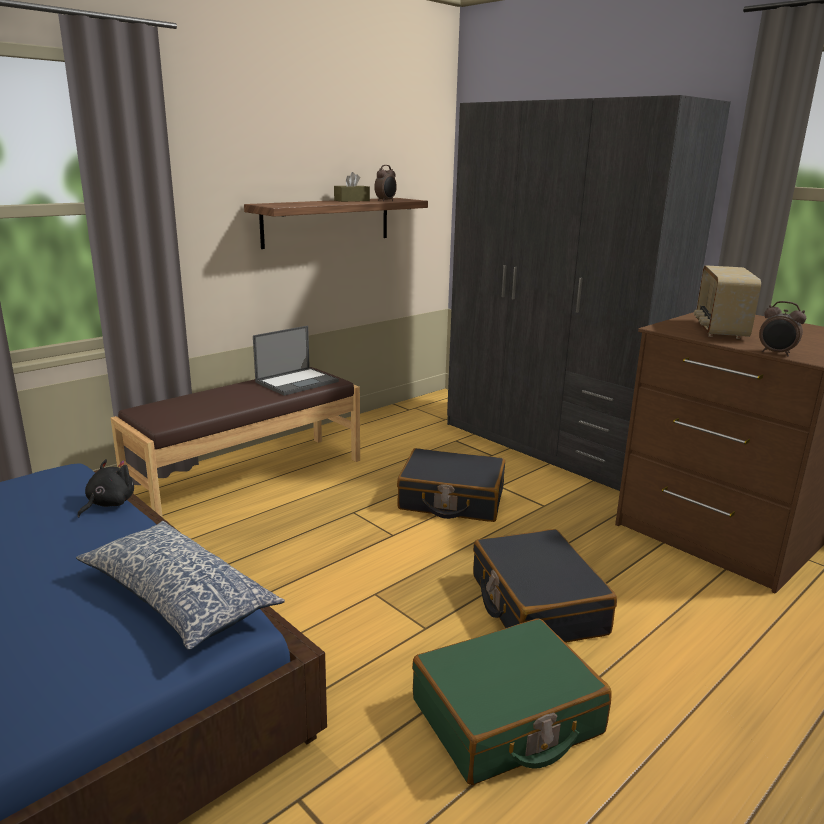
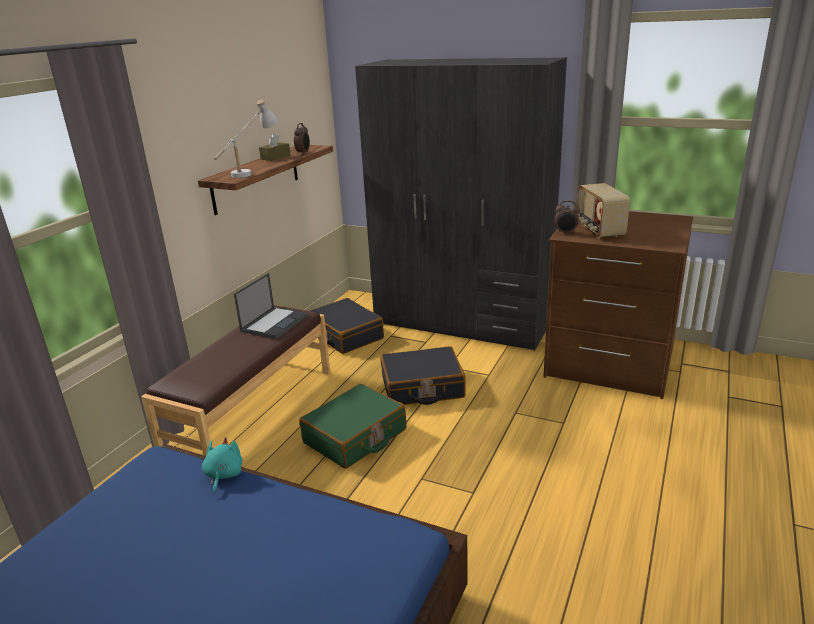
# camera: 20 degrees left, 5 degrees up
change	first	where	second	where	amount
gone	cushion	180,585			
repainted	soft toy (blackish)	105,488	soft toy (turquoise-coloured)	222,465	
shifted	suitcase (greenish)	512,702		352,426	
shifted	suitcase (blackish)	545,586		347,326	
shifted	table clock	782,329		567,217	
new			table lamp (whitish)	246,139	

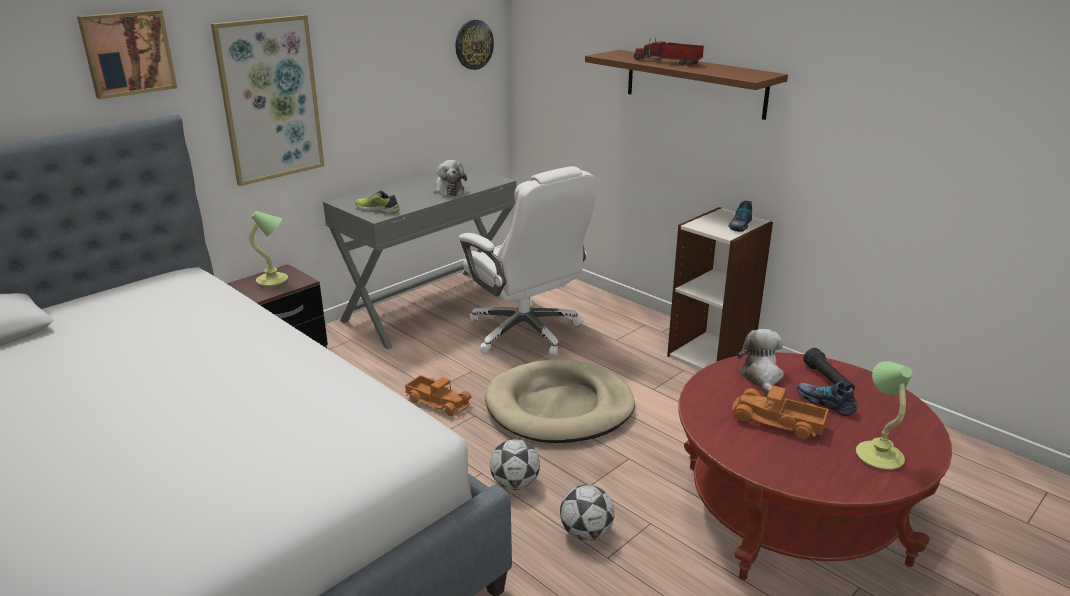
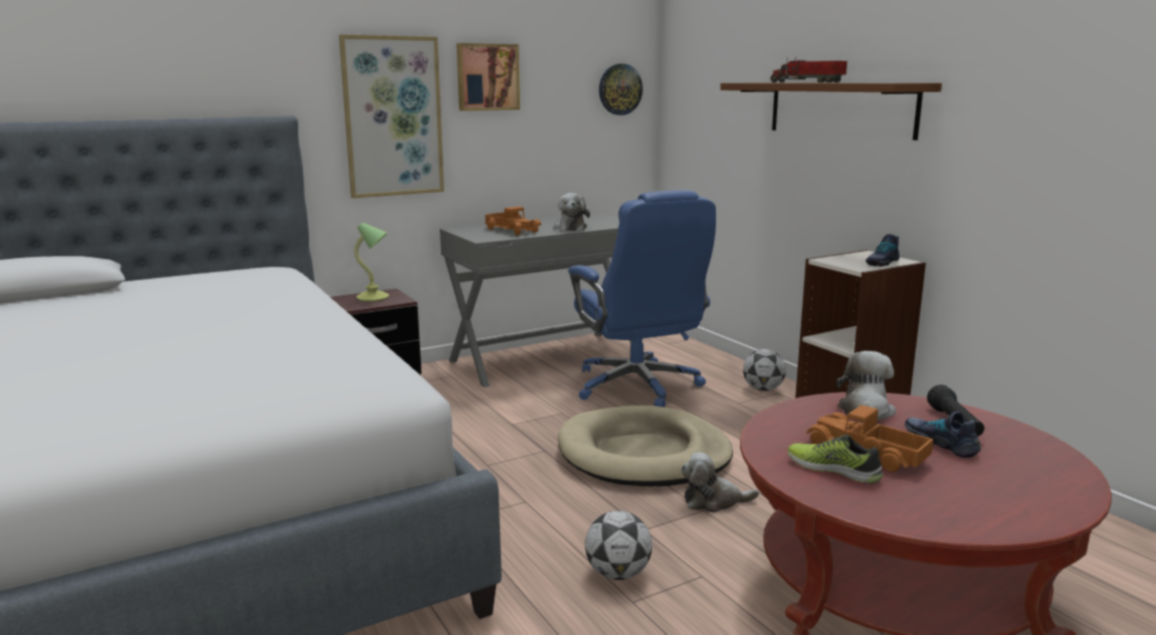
# camera: 15 degrees right, 10 degrees down
change	first	where	second	where	amount
shifted	picture	127,54		488,77	
shifted	shoe	377,202		835,459	
shifted	toy truck	438,395		512,220	
repainted	office chair (whitish)	527,261	office chair (blue-coloured)	642,298	
shifted	football ball	515,464		764,370	
gone	table lamp	884,415			
new			soft toy	720,482	

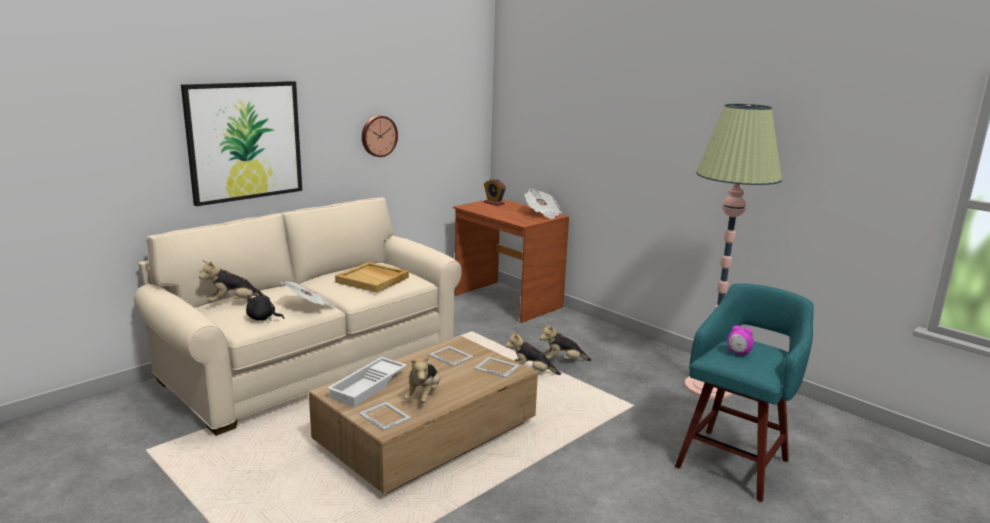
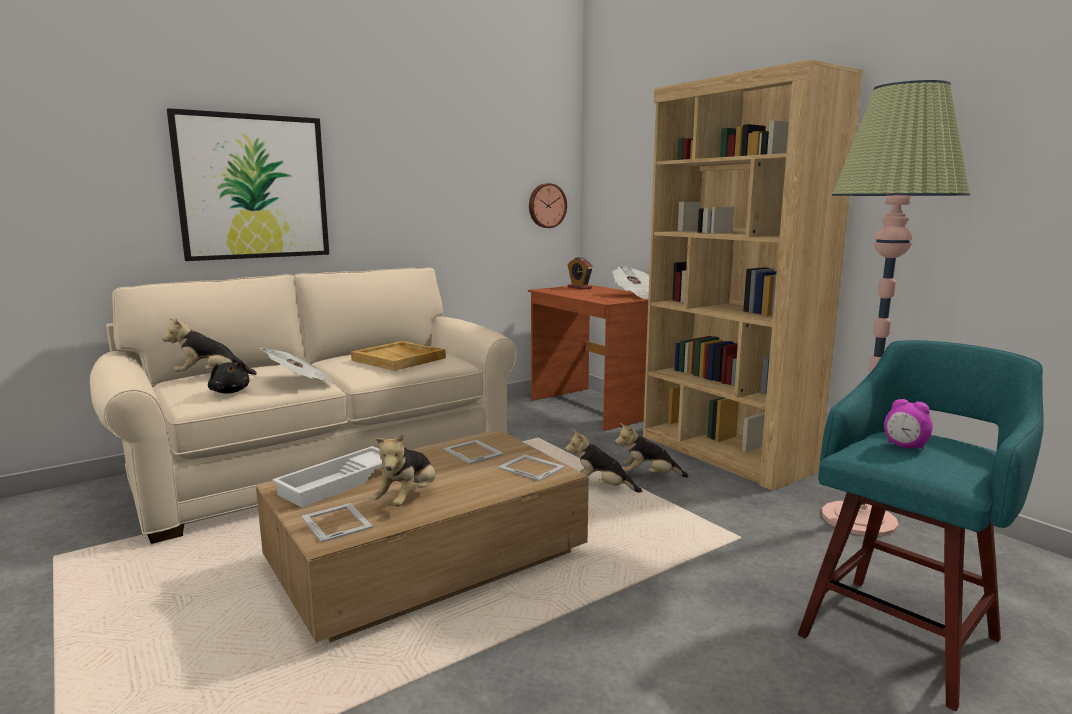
# camera: 10 degrees right, 5 degrees down
change	first	where	second	where	amount
rotated	soft toy (blackish)	265,306		228,377	150 degrees counterclockwise
shifted	clock on the wall	380,136		548,205	
new			bookshelf (brownish)	753,275	

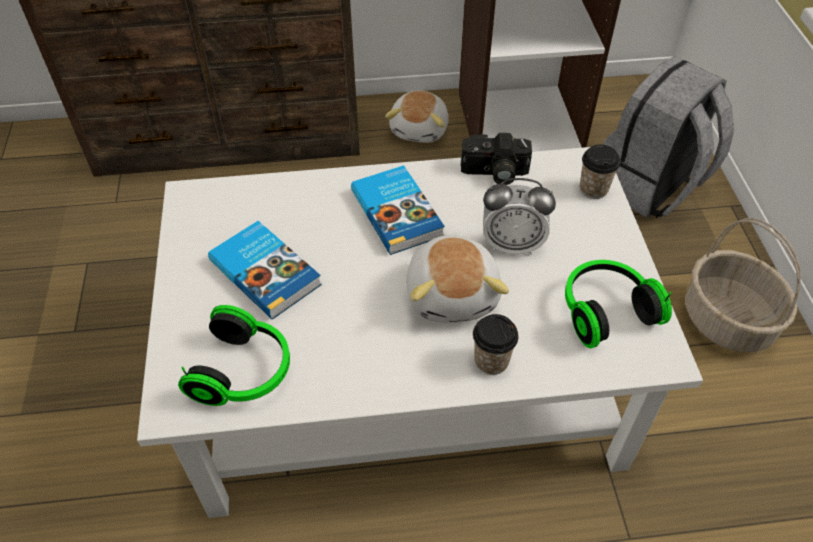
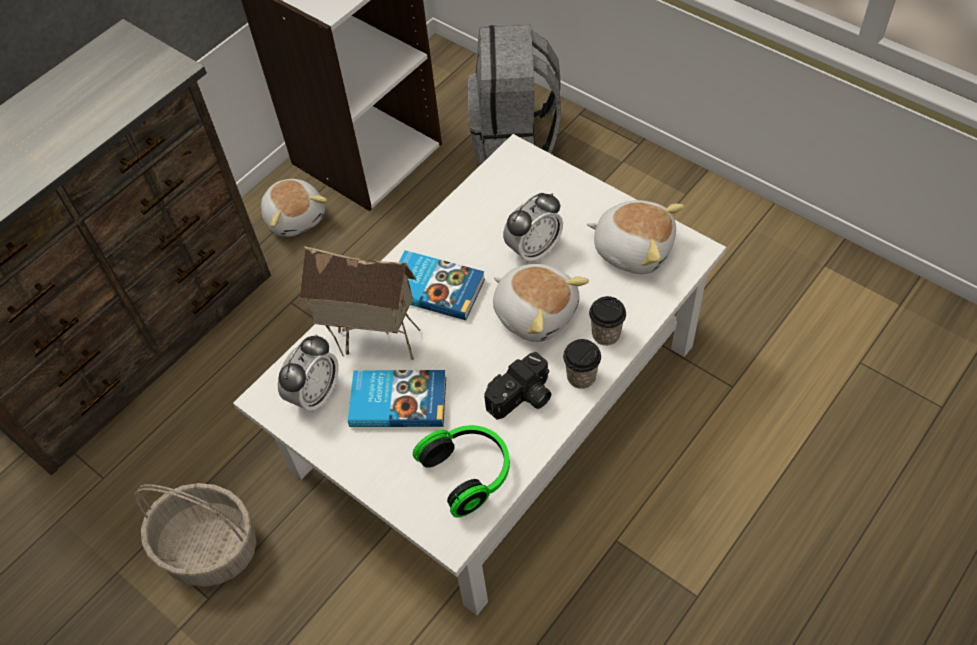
# camera: 40 degrees left, 5 degrees up
change	first	where	second	where	amount
shifted	still camera	496,159		517,386	
swapped	headset	618,304	soft toy	635,237	
shifted	cup	600,171		582,364	
shifted	basket	743,285		196,535	
new			table clock	308,373	
new			model house	360,303	

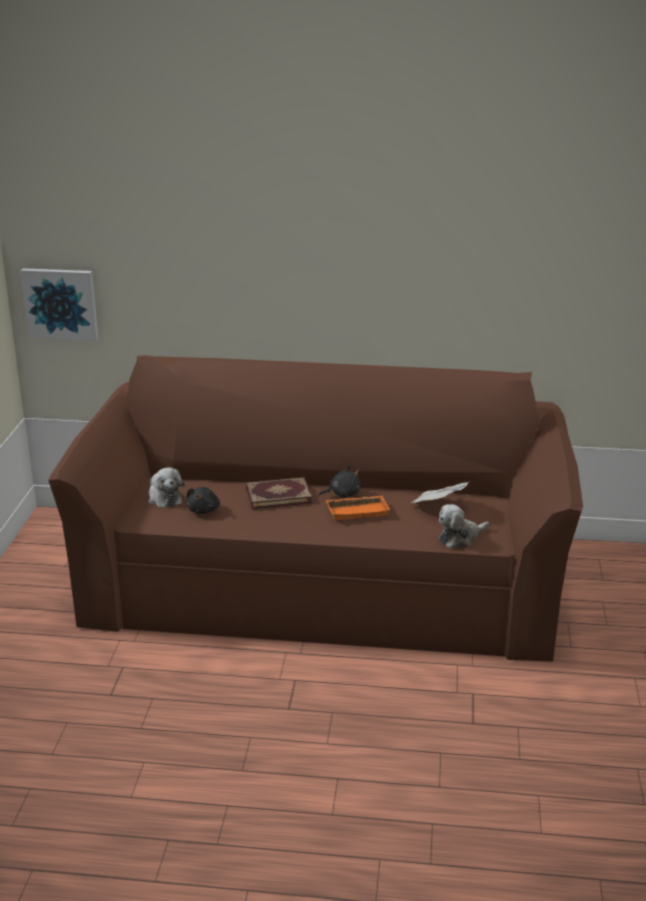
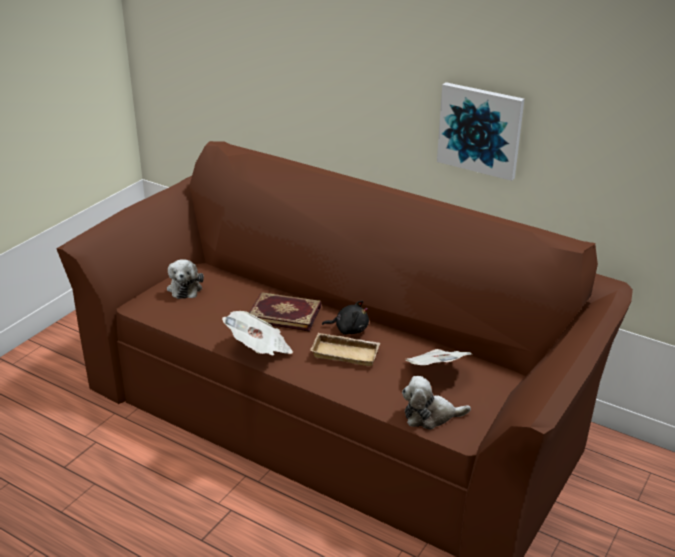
# camera: 25 degrees right, 5 degrees up
change	first	where	second	where	amount
shifted	picture	59,304		480,131	
gone	soft toy (blackish)	203,500			
repainted	serving tray (orange)	358,508	serving tray (beige)	345,349	
new			newspaper	257,333	

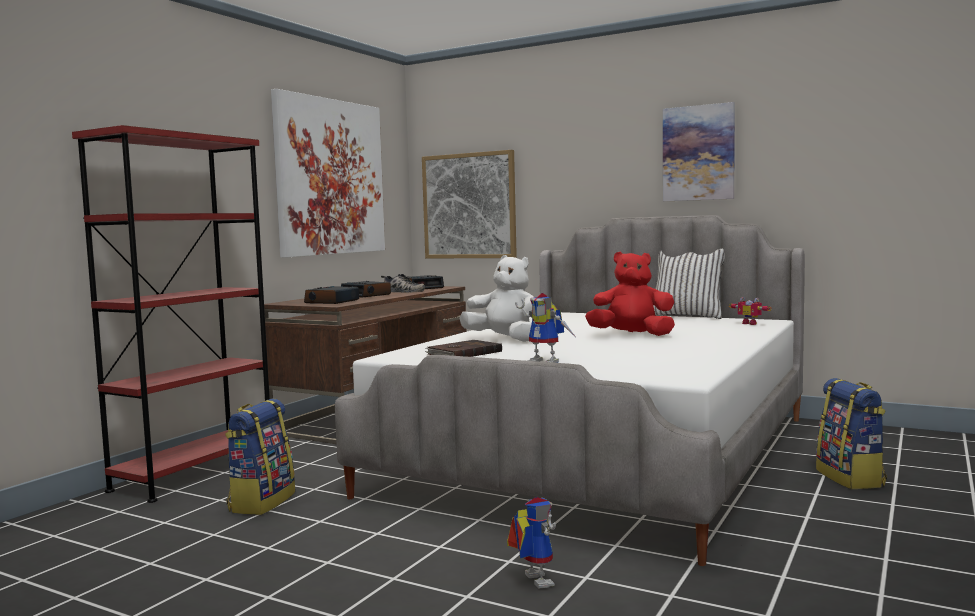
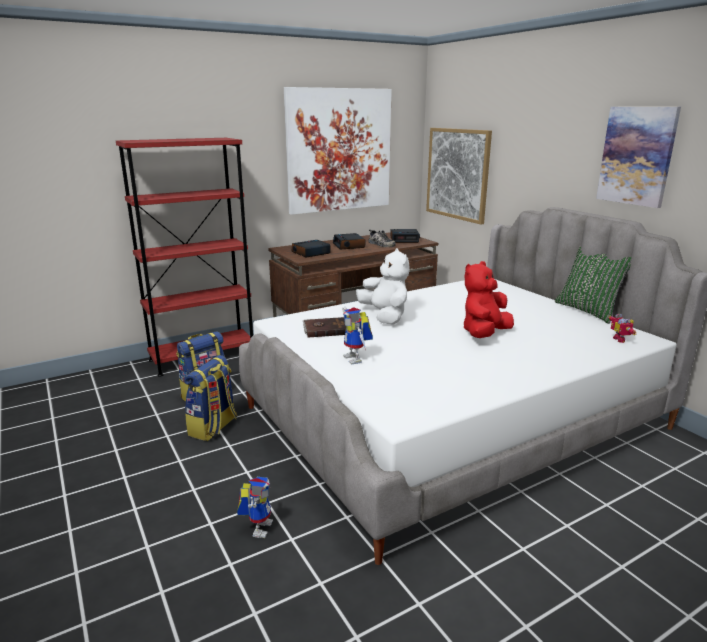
# camera: 30 degrees right, 15 degrees up
change	first	where	second	where	amount
rotated	soft toy (red-coloured)	630,294		488,299	90 degrees counterclockwise
repainted	cushion (whitish)	689,283	cushion (greenish)	593,285	
shifted	rucksack	851,433		210,398	

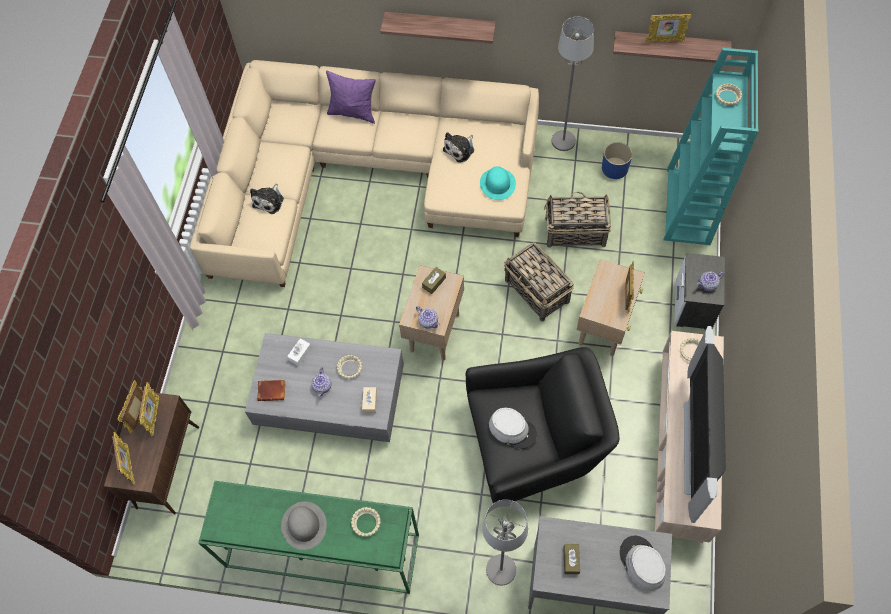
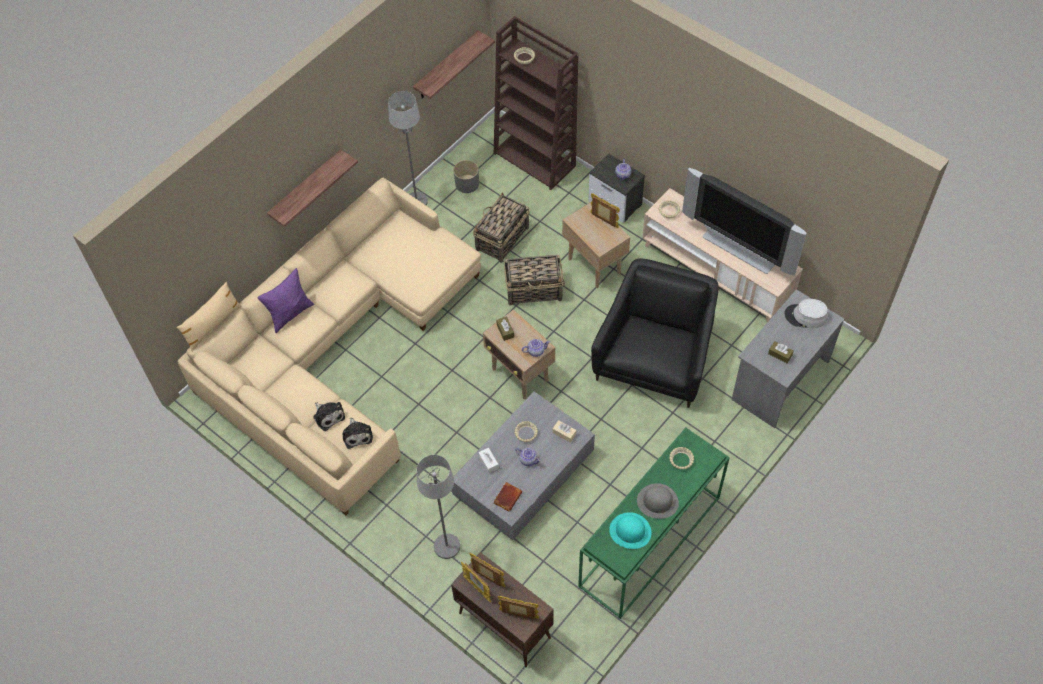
# camera: 60 degrees left, 5 degrees down
change	first	where	second	where	amount
shifted	soft toy	458,147		358,433	
shifted	hat (turquoise-coloured)	498,183		630,530	
shifted	standing lamp (grey)	505,542		438,507	
gone	hat (grey)	513,428			
repainted	flower pot (blue-coloured)	617,160	flower pot (grey)	466,176	
gone	photo frame	668,28			
repainted	bookshelf (turquoise-coloured)	711,146	bookshelf (brownish)	536,103	
new			cushion (beige)	209,317	

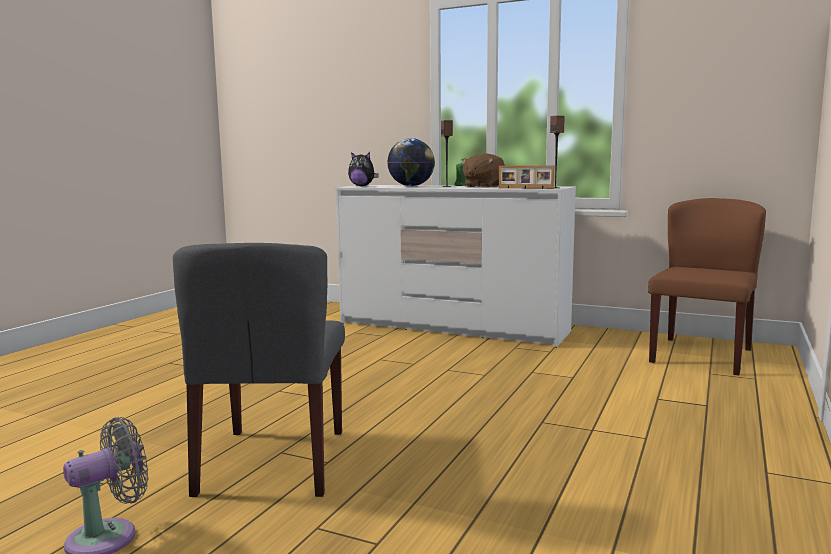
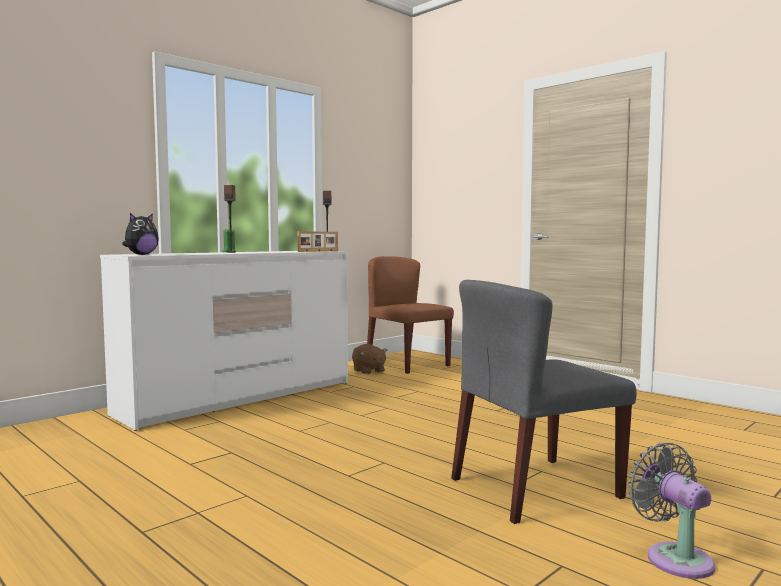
# camera: 70 degrees left, 5 degrees down
change	first	where	second	where	amount
rotated	plain chair (grey)	259,370		543,402	135 degrees clockwise
gone	world globe	411,162			
shifted	soft toy (brownish)	483,170		369,359	

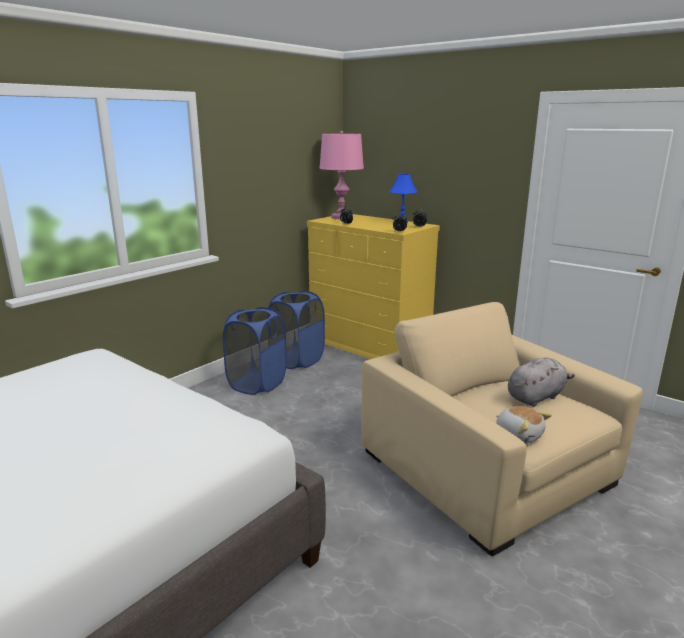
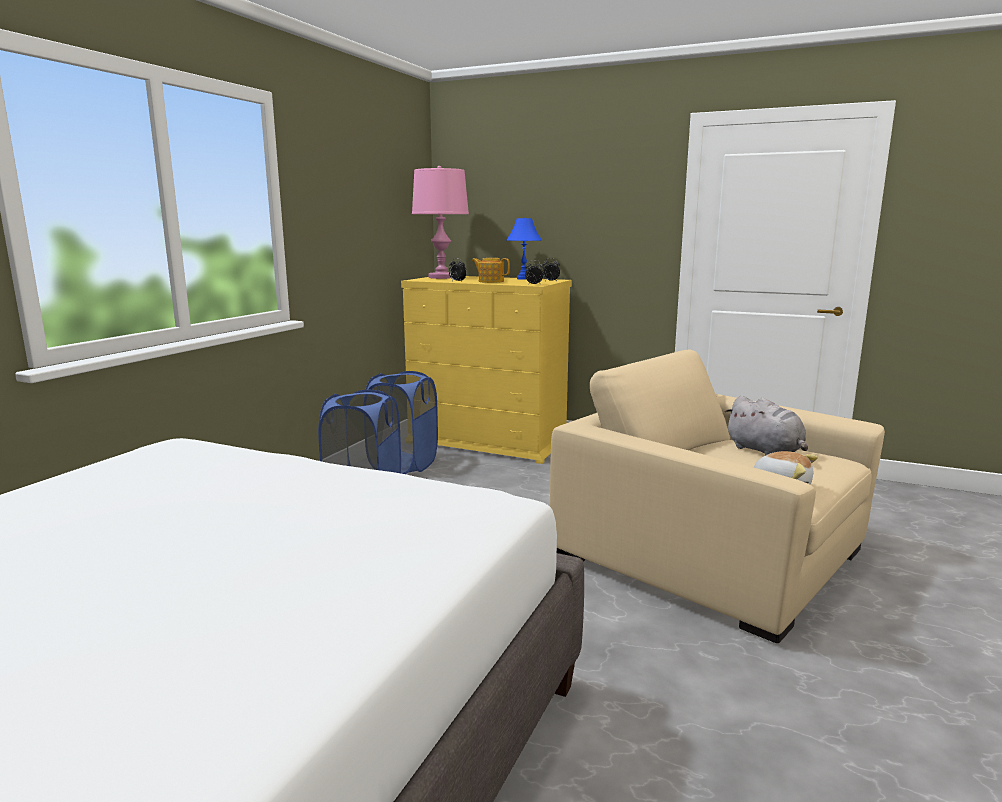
# camera: 15 degrees left, 5 degrees down
change	first	where	second	where	amount
rotated	soft toy (grey)	541,382		766,425	105 degrees clockwise
new			teapot	491,270	

